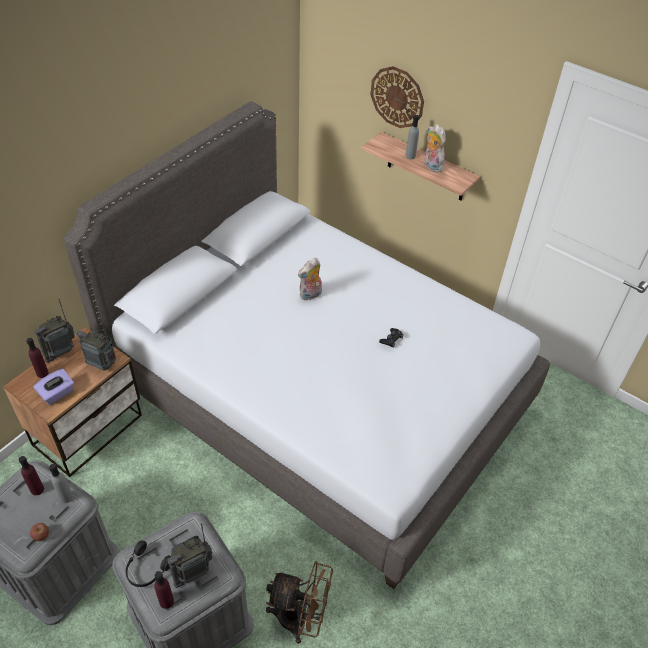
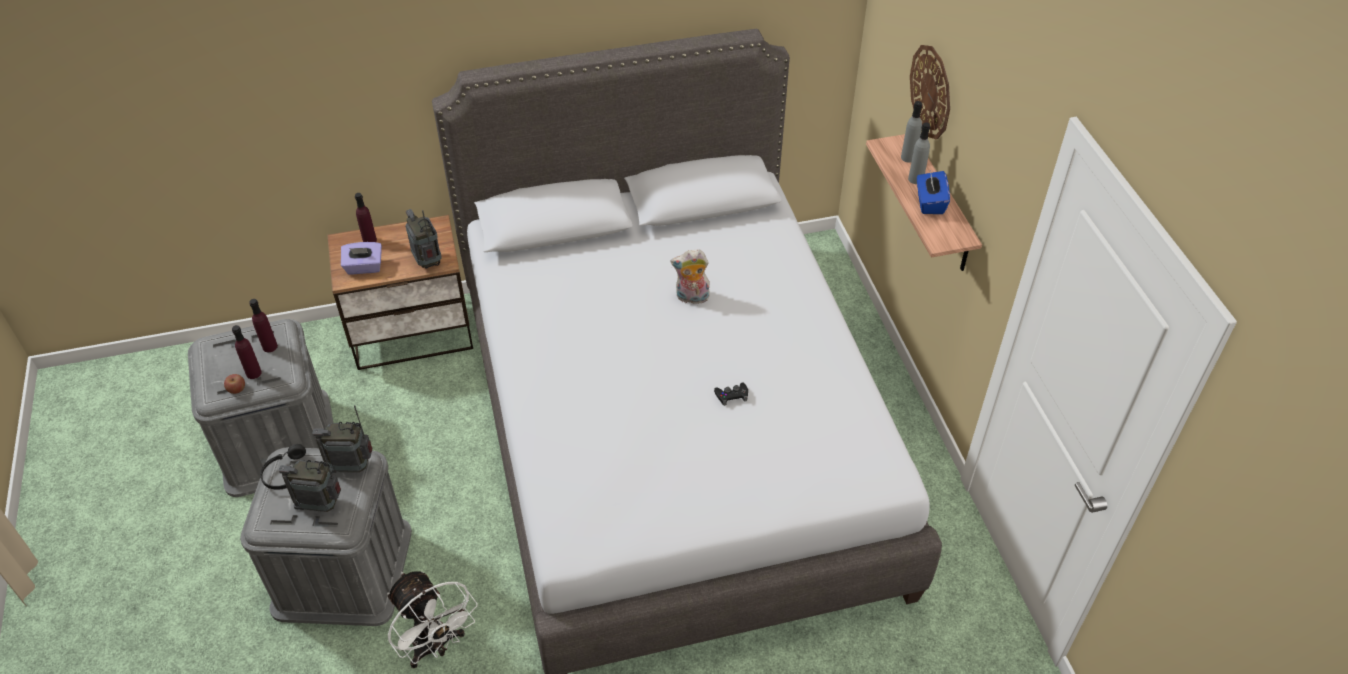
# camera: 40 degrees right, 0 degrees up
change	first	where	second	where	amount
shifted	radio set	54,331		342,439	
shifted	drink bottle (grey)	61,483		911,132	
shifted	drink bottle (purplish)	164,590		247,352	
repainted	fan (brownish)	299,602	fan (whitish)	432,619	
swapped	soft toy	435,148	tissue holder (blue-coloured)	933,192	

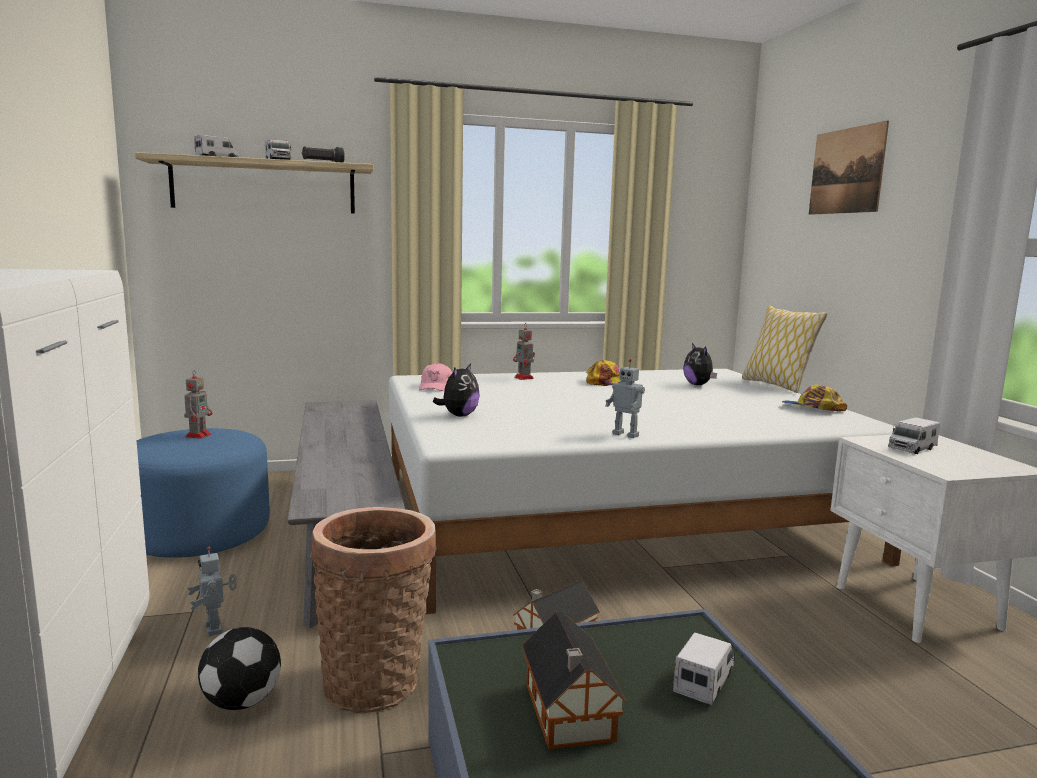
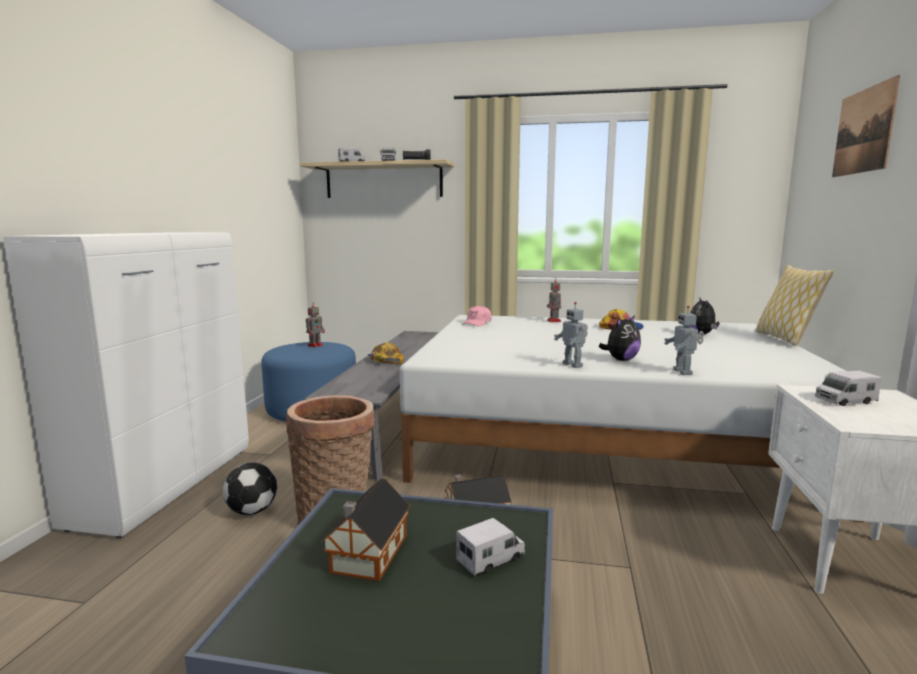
# camera: 25 degrees right, 0 degrees up
change	first	where	second	where	amount
shifted	toy robot	212,591		684,340	
shifted	soft toy	456,389		619,338	
shifted	peaked cap	814,398		385,353	

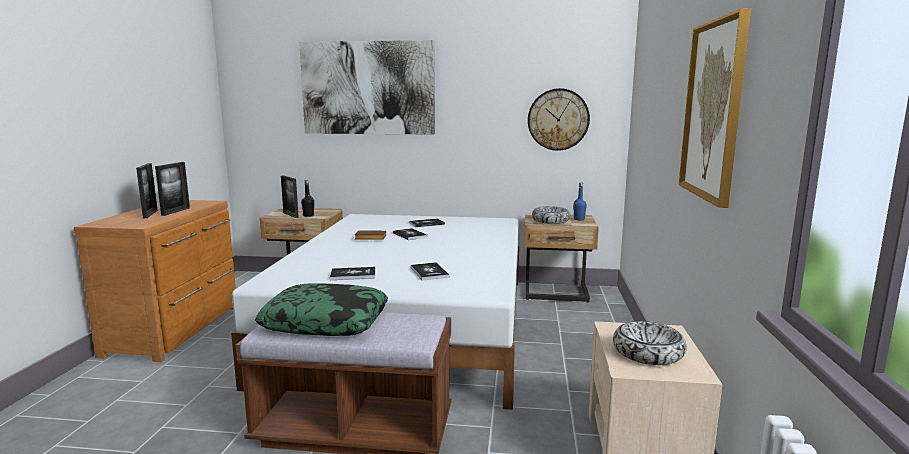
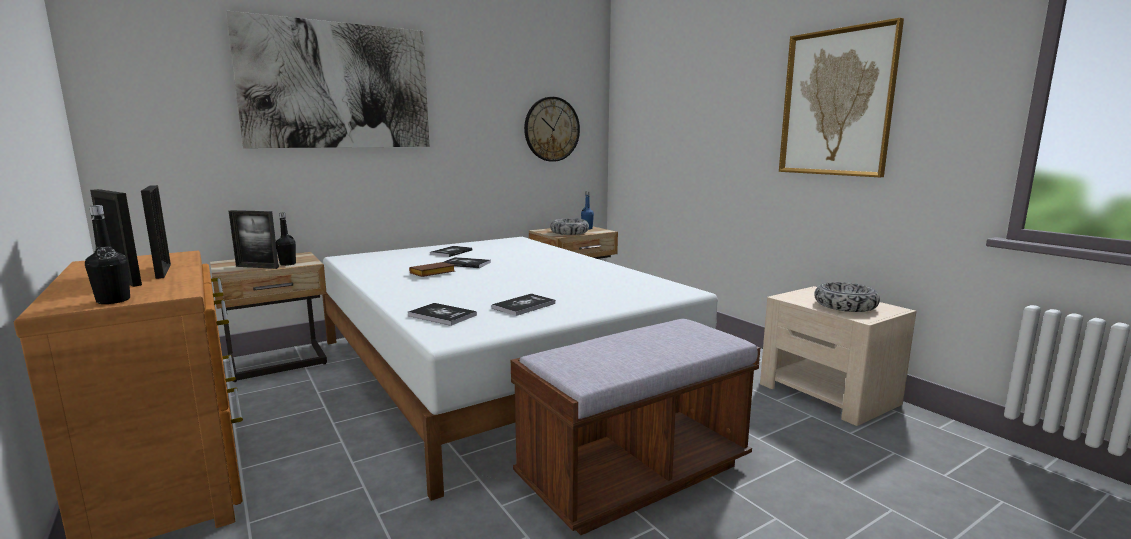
# camera: 40 degrees left, 0 degrees up
change	first	where	second	where	amount
gone	cushion	321,309			
shifted	volume	430,271		442,314	
new			drink bottle (blackish)	107,254	

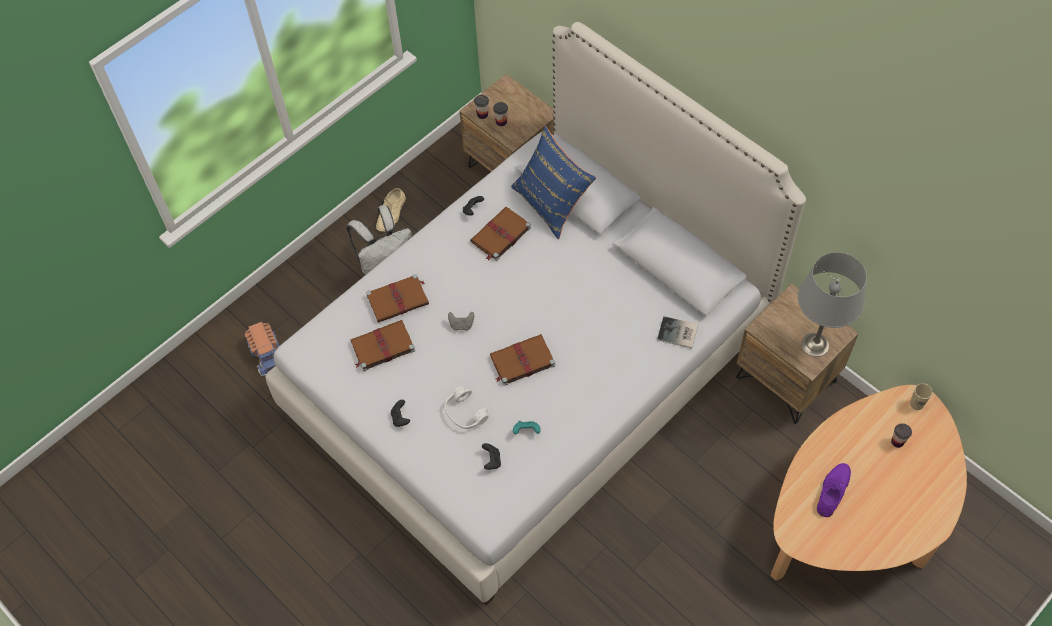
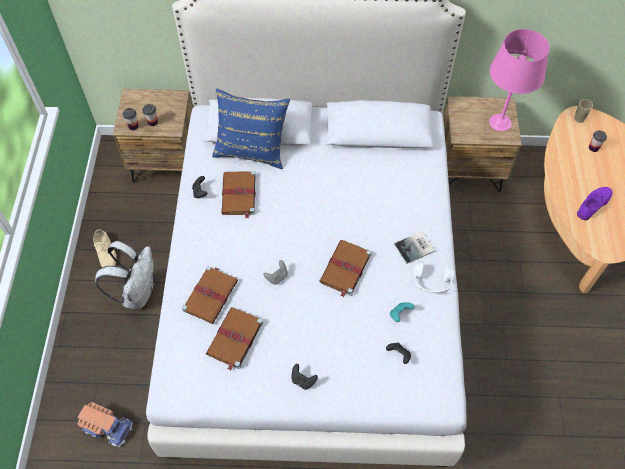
# camera: 45 degrees left, 0 degrees up
change	first	where	second	where	amount
shifted	headset (whitish)	467,407		433,277	
shifted	volume	677,332		414,247	
repainted	table lamp (grey)	832,304	table lamp (pinkish)	519,80	
rotated	shoe (purplish)	834,490		595,203	60 degrees clockwise

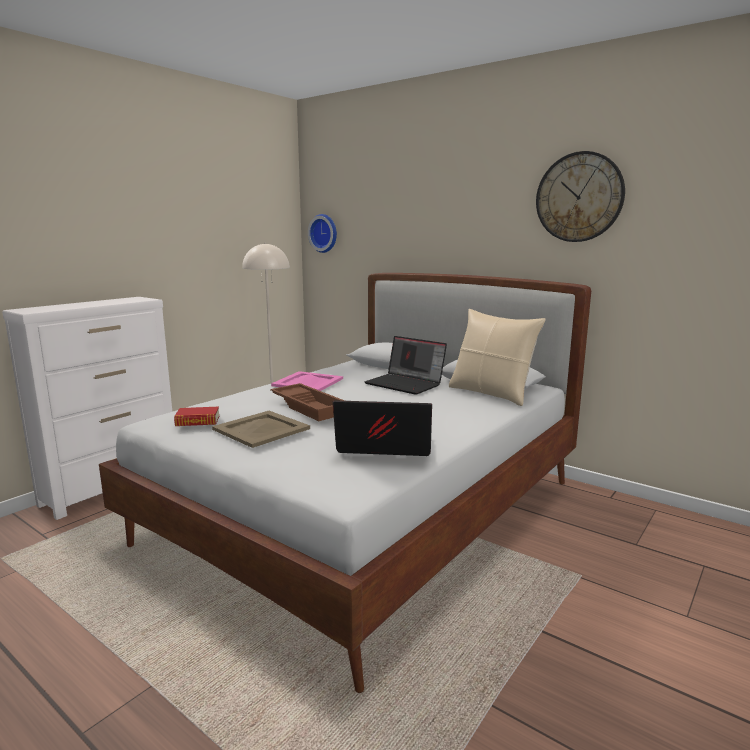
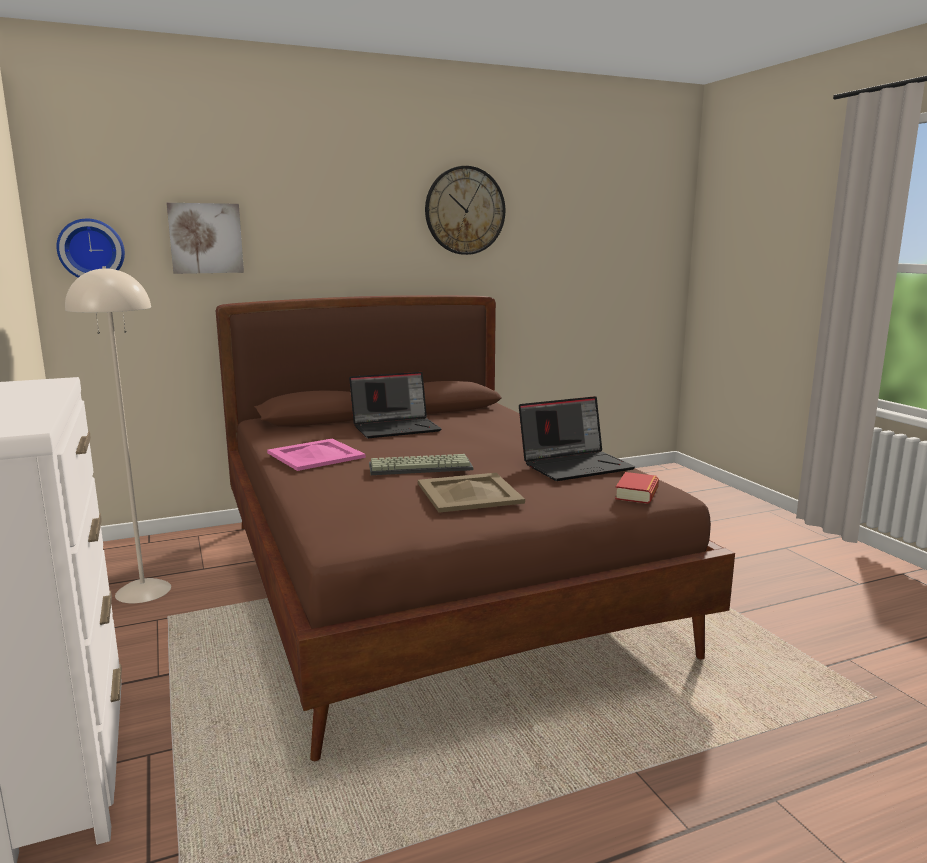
# camera: 60 degrees left, 0 degrees up
change	first	where	second	where	amount
repainted	sleeping bed (whitish)	345,483	sleeping bed (brownish)	475,528	
shifted	volume	196,416		637,488	
swapped	serving tray (brownish)	307,402	computer keyboard	421,464	
rotated	laptop	382,428		577,438	150 degrees counterclockwise
gone	cushion (beige)	497,357			
new			picture	205,238	

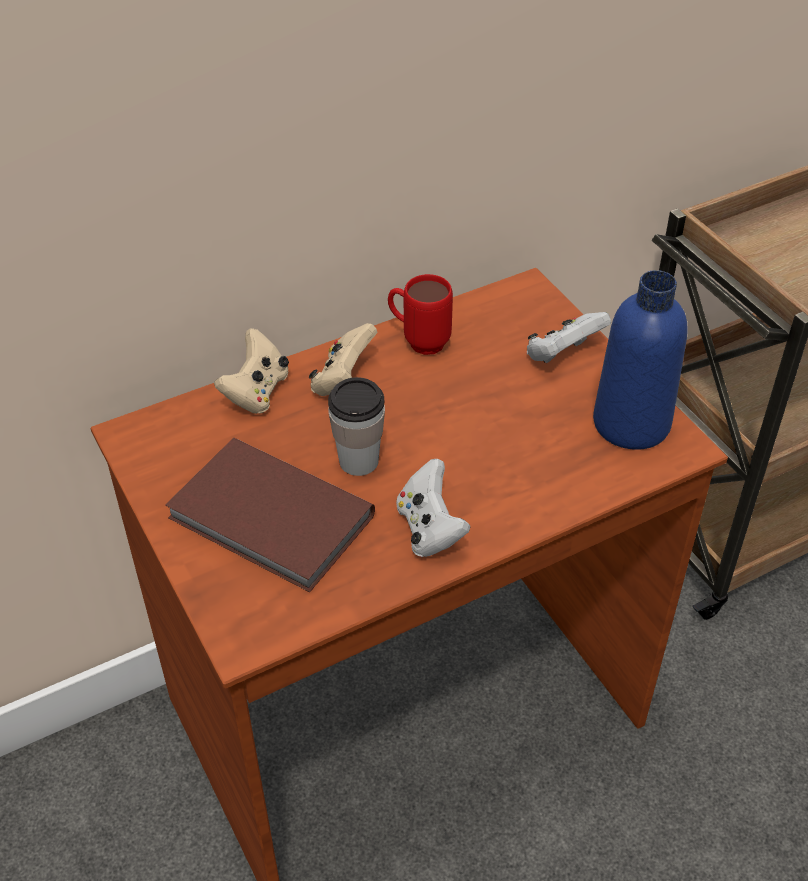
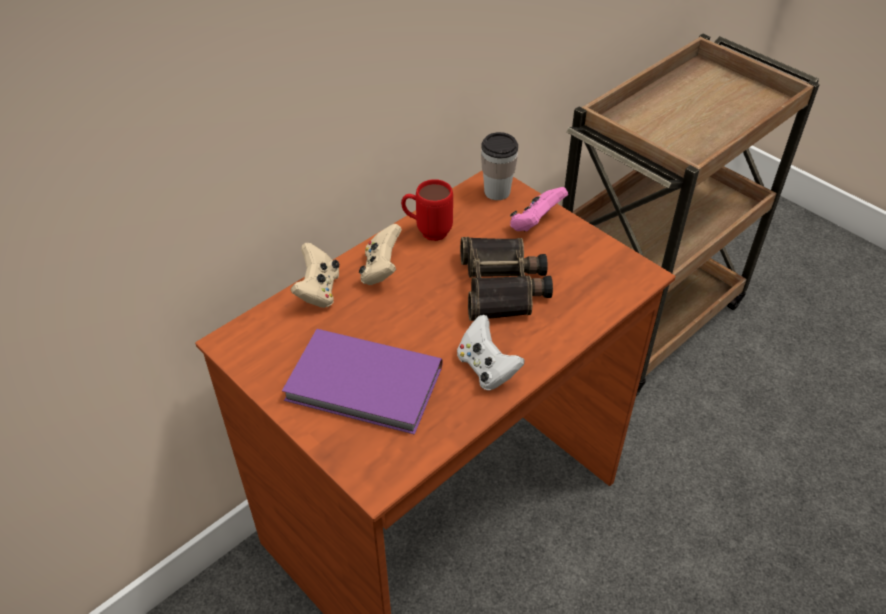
# camera: 15 degrees left, 0 degrees up
change	first	where	second	where	amount
repainted	volume (brownish)	270,515	volume (purplish)	362,382	
shifted	cup	356,426		499,166	
repainted	joypad (whitish)	569,337	joypad (pinkish)	539,209	
gone	drink bottle (blue-coloured)	640,360			
new			binoculars	506,279	

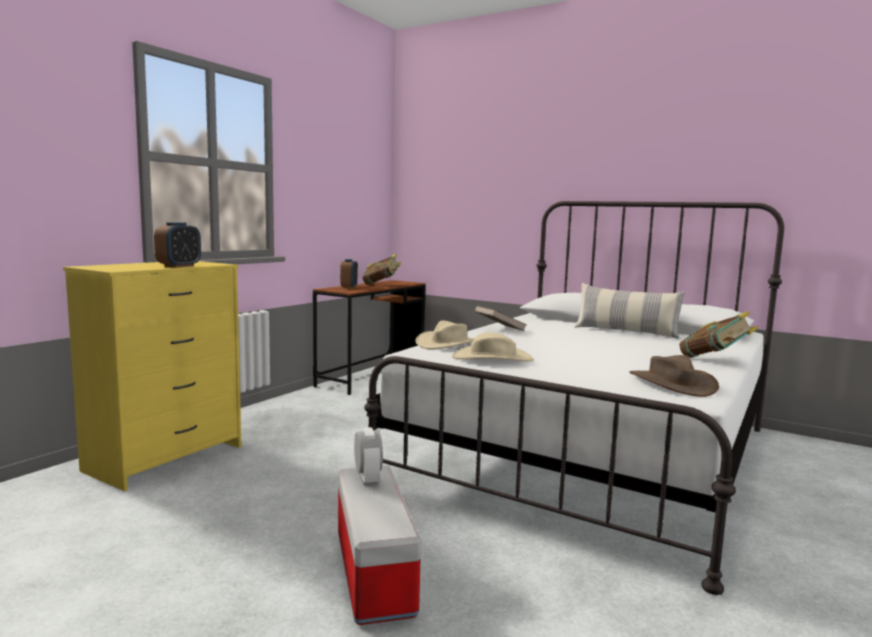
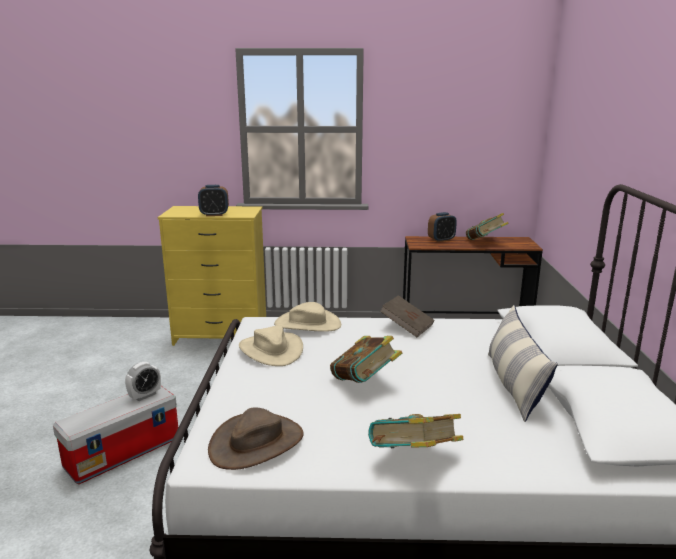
# camera: 60 degrees right, 10 degrees up
change	first	where	second	where	amount
new			volume	366,359	

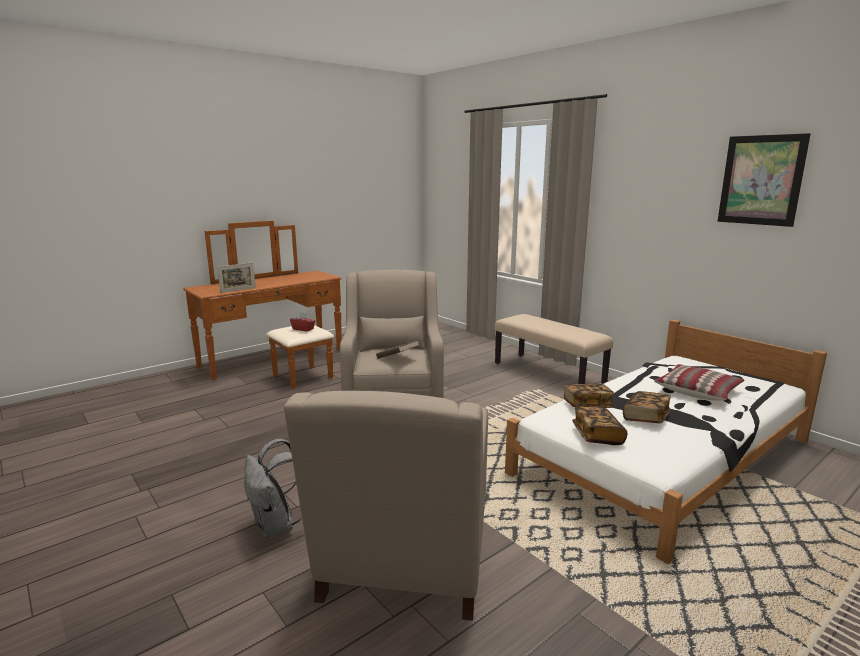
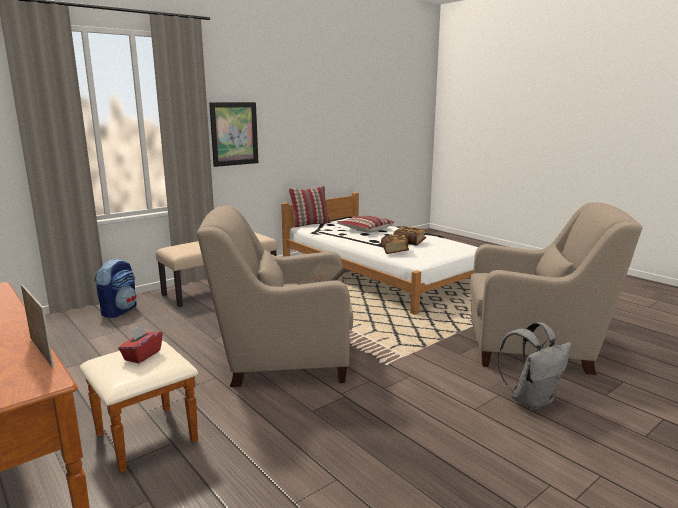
# camera: 90 degrees left, 0 degrees up
change	first	where	second	where	amount
gone	volume	599,426			
shifted	picture	764,180		233,134	
new			rucksack	116,288	
new			cushion	309,207	

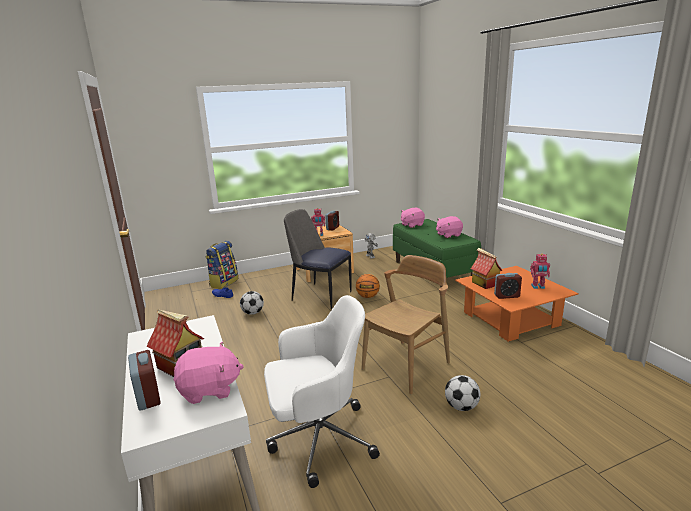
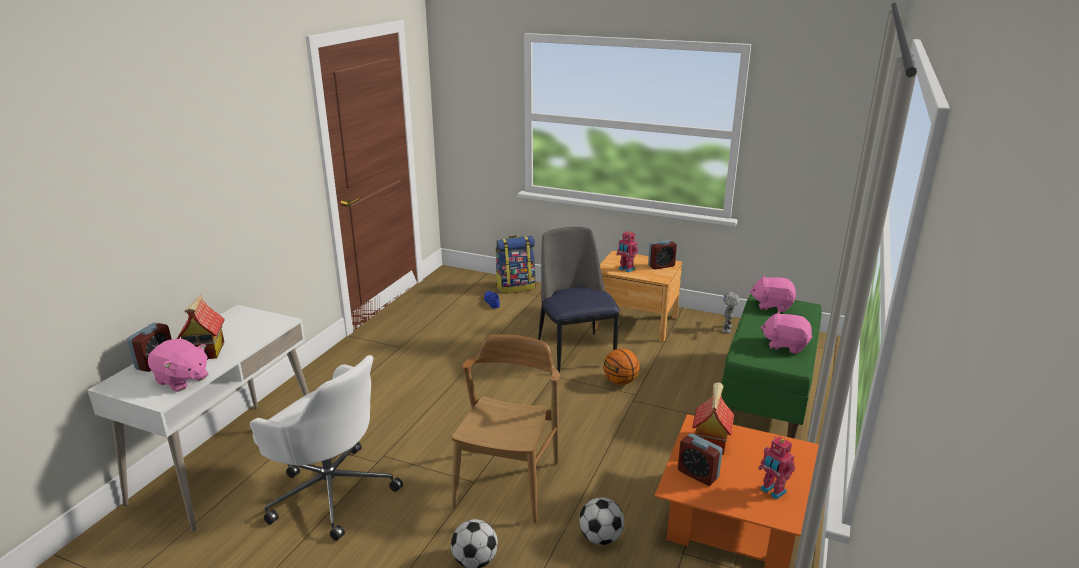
# camera: 45 degrees right, 5 degrees up
change	first	where	second	where	amount
shifted	football ball	252,303		601,521	
rotated	plain chair (brownish)	405,324		506,429	75 degrees counterclockwise

